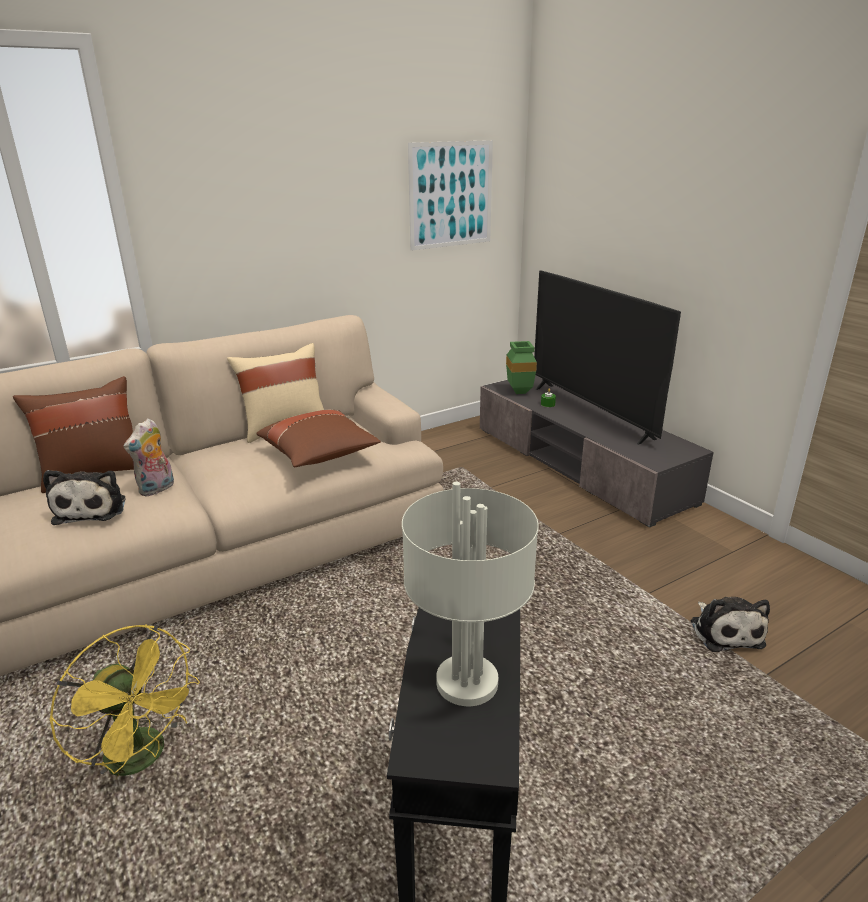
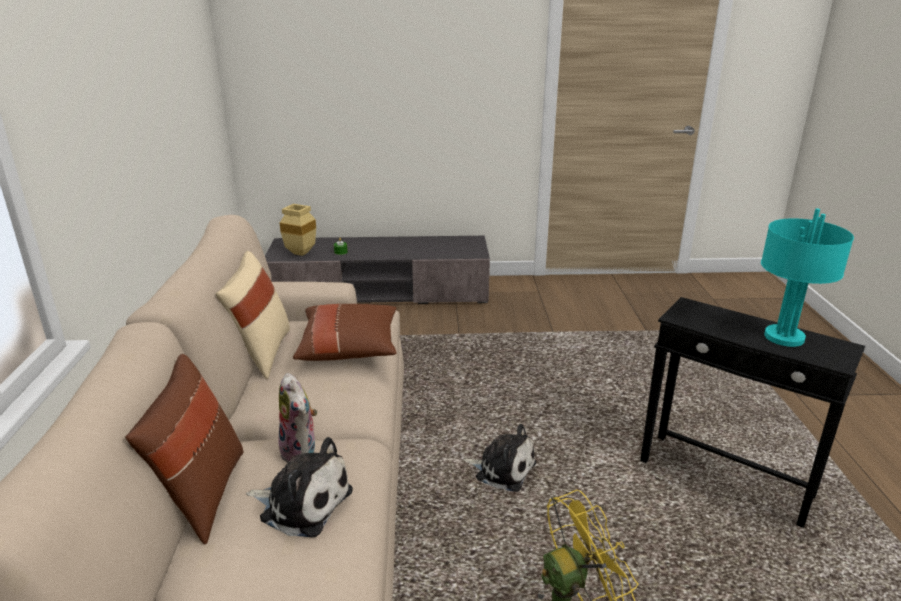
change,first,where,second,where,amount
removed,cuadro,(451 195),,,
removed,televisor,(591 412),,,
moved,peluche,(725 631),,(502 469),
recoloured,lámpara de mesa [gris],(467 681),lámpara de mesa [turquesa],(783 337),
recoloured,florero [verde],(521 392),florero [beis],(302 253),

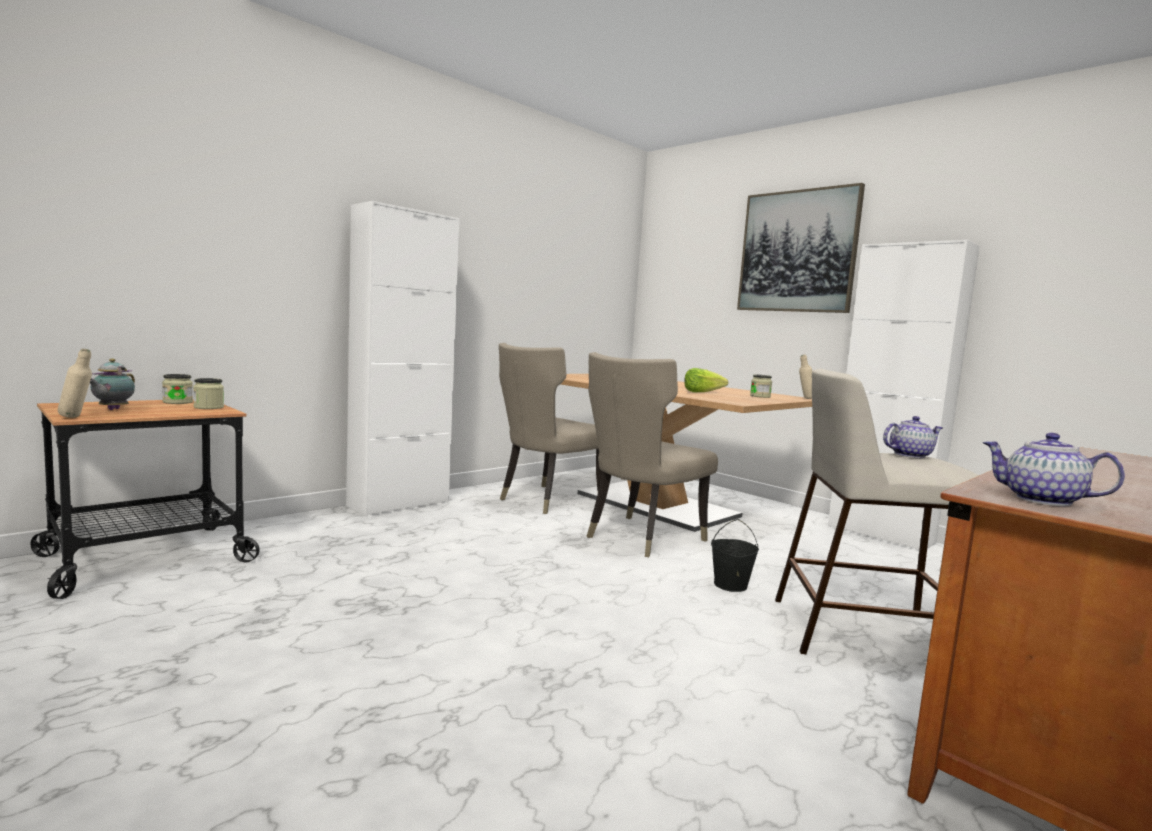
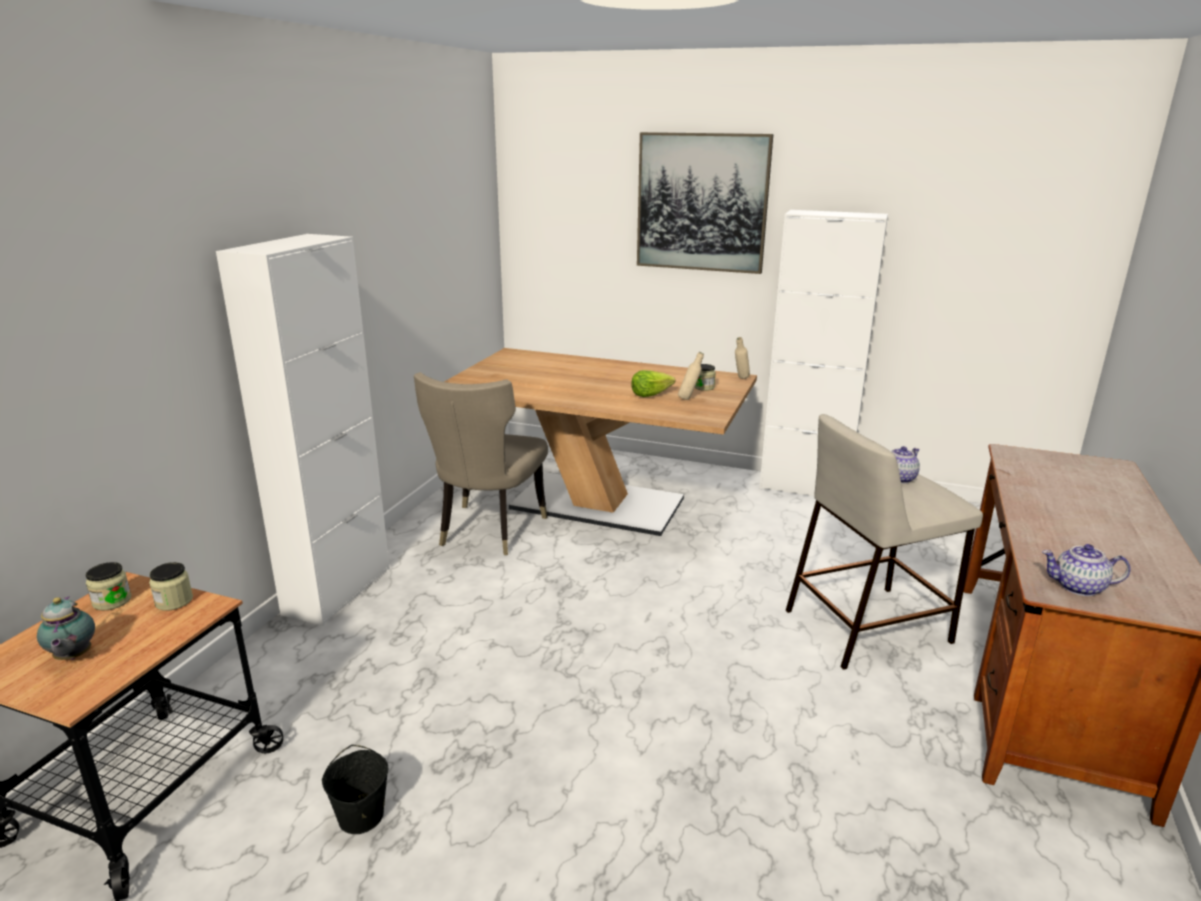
change,first,where,second,where,amount
removed,silla [beis],(639 538),,,
moved,botella [beis],(77 418),,(689 399),
moved,cubo [negro],(730 585),,(361 817),

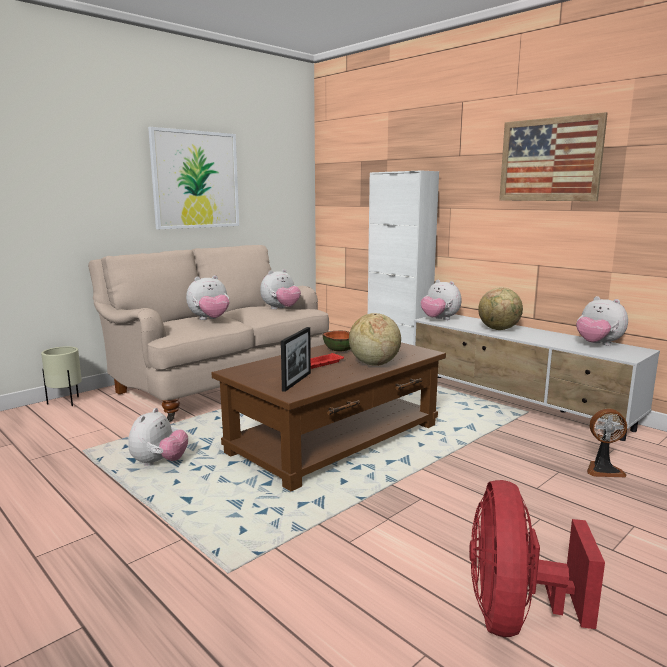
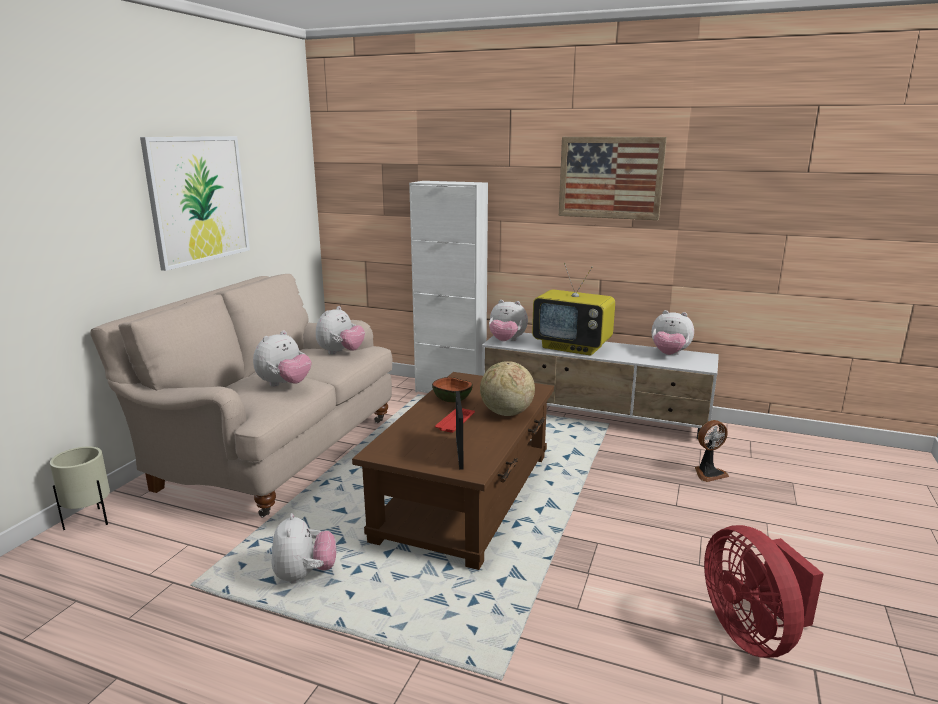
change,first,where,second,where,amount
replaced,globo terráqueo,(499 329),televisor,(573 347),

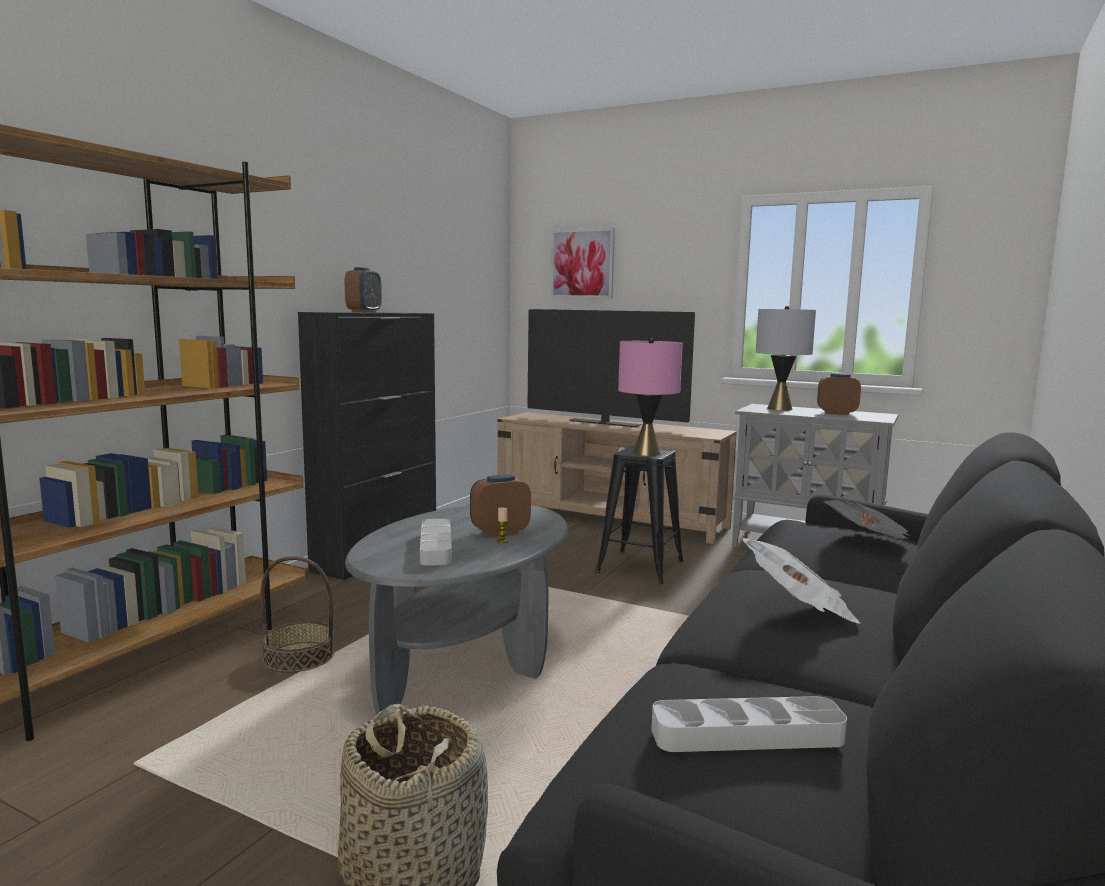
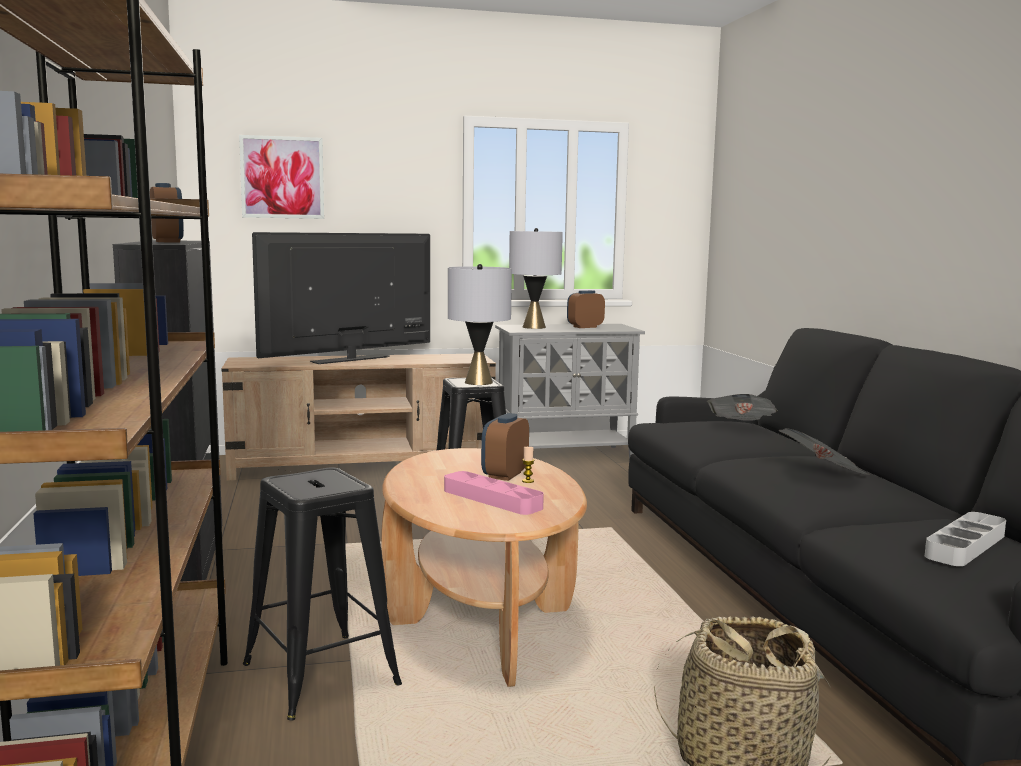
change,first,where,second,where,amount
replaced,cesta,(299 657),taburete [negro],(321 674),
recoloured,mesa de centro [gris],(465 659),mesa de centro [marrón],(481 618),
recoloured,bandeja [gris],(436 547),bandeja [rosa],(492 499),
recoloured,lámpara de mesa [rosa],(646 453),lámpara de mesa [gris],(478 382),
turned,televisor,(604 423),,(351 359),150 degrees clockwise

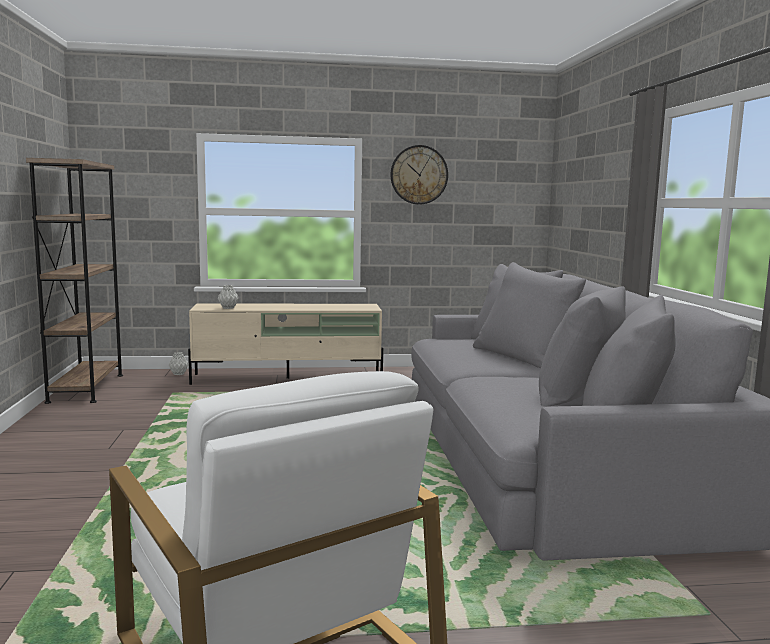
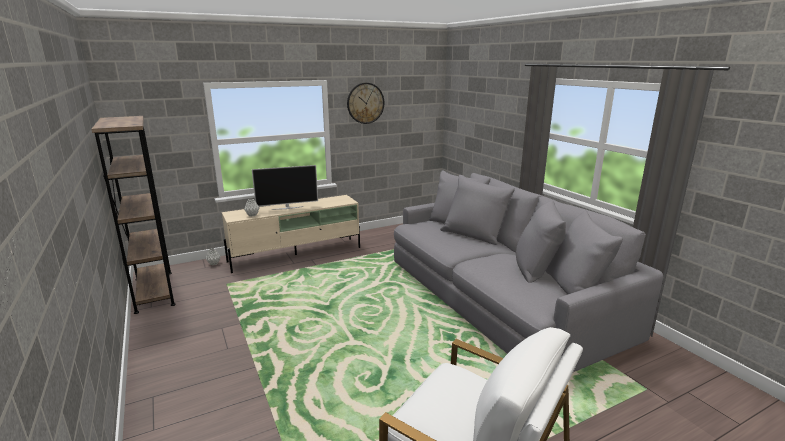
change,first,where,second,where,amount
added,,,televisor,(287 208),

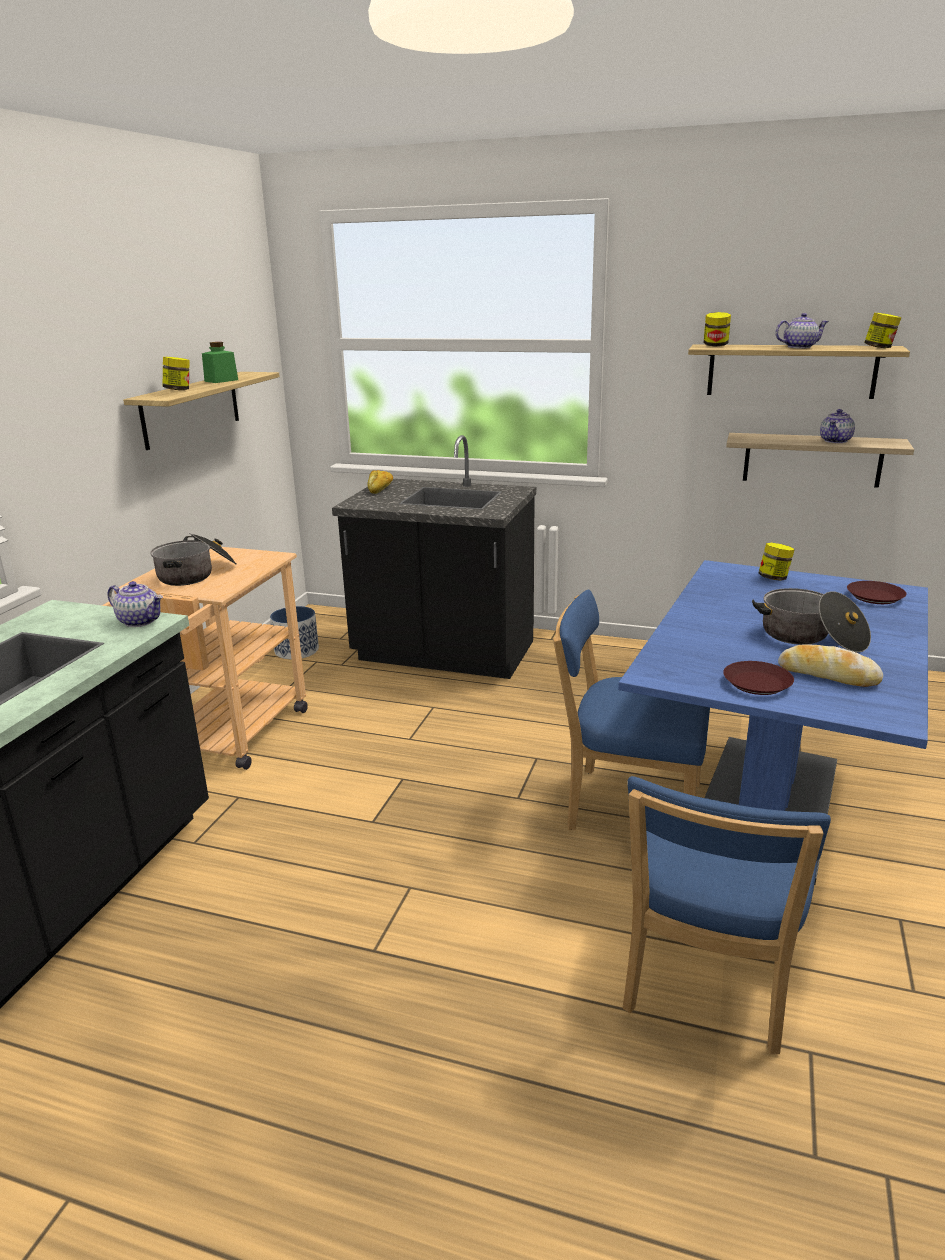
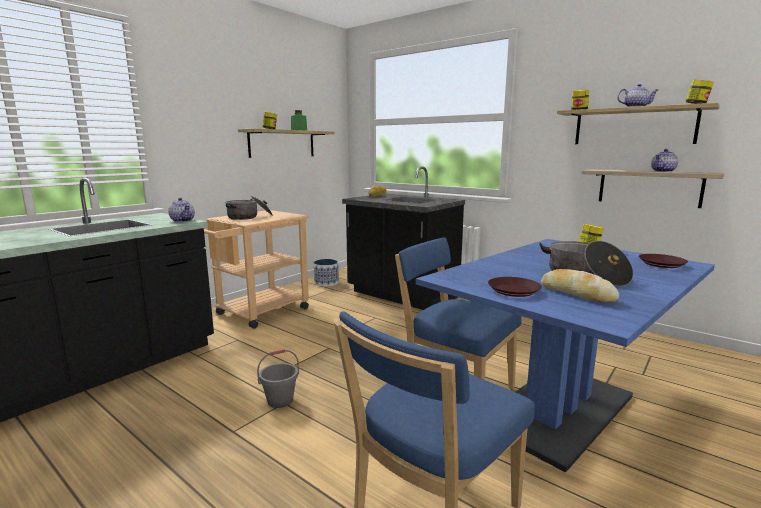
change,first,where,second,where,amount
added,,,cubo [gris],(280 401),

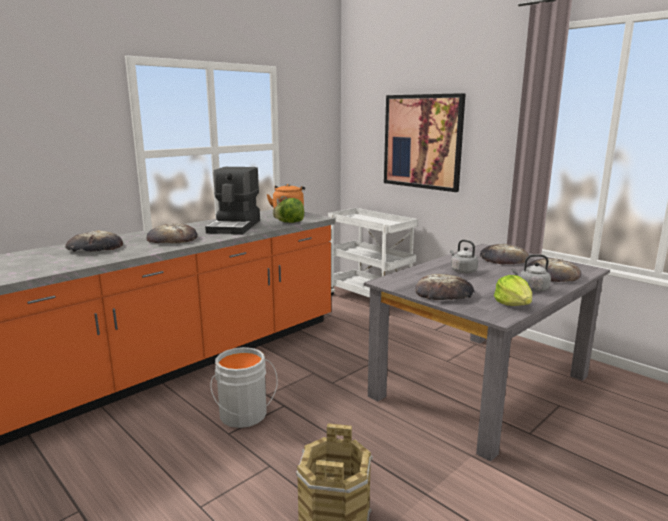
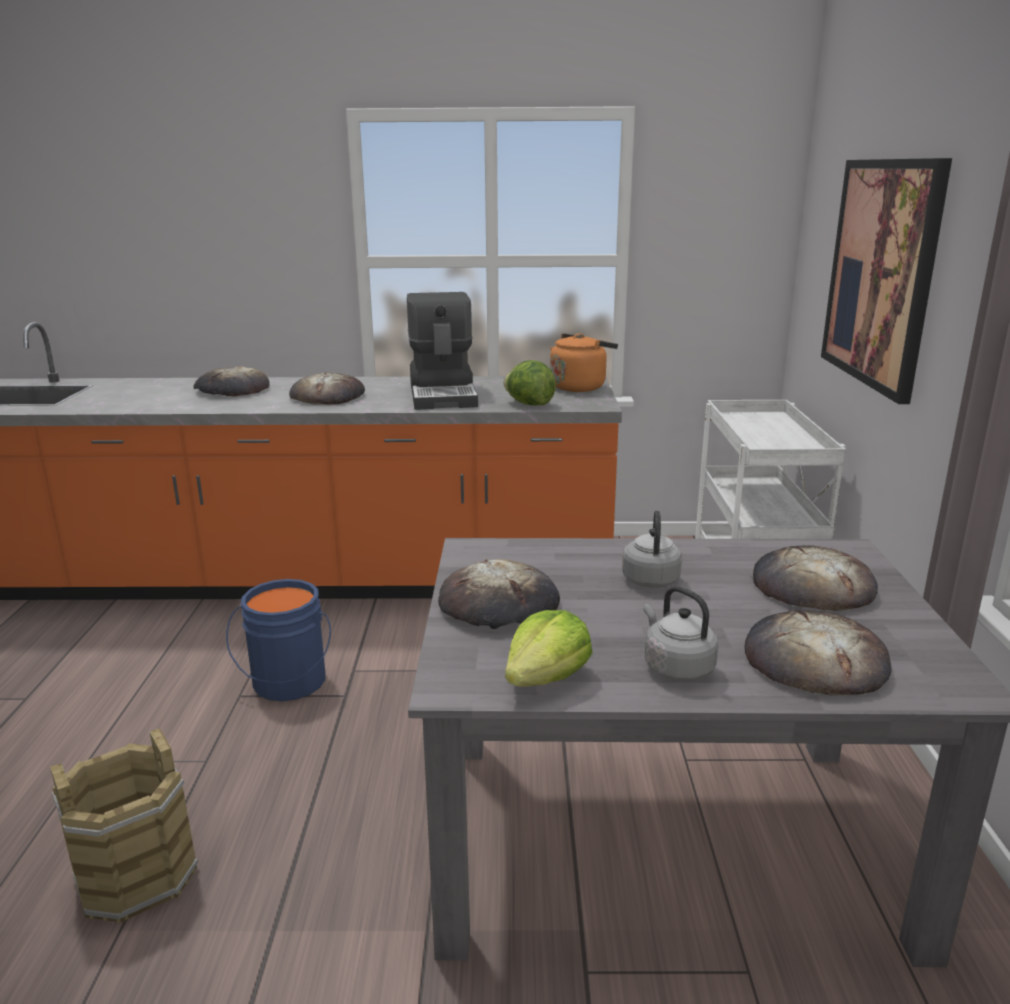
change,first,where,second,where,amount
recoloured,cubo [gris],(244 416),cubo [azul],(287 683),
turned,cafetera,(235 226),,(444 394),60 degrees counterclockwise

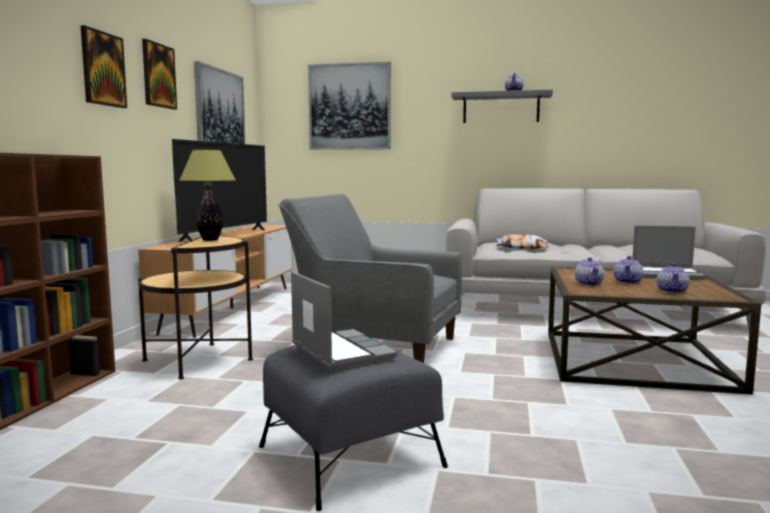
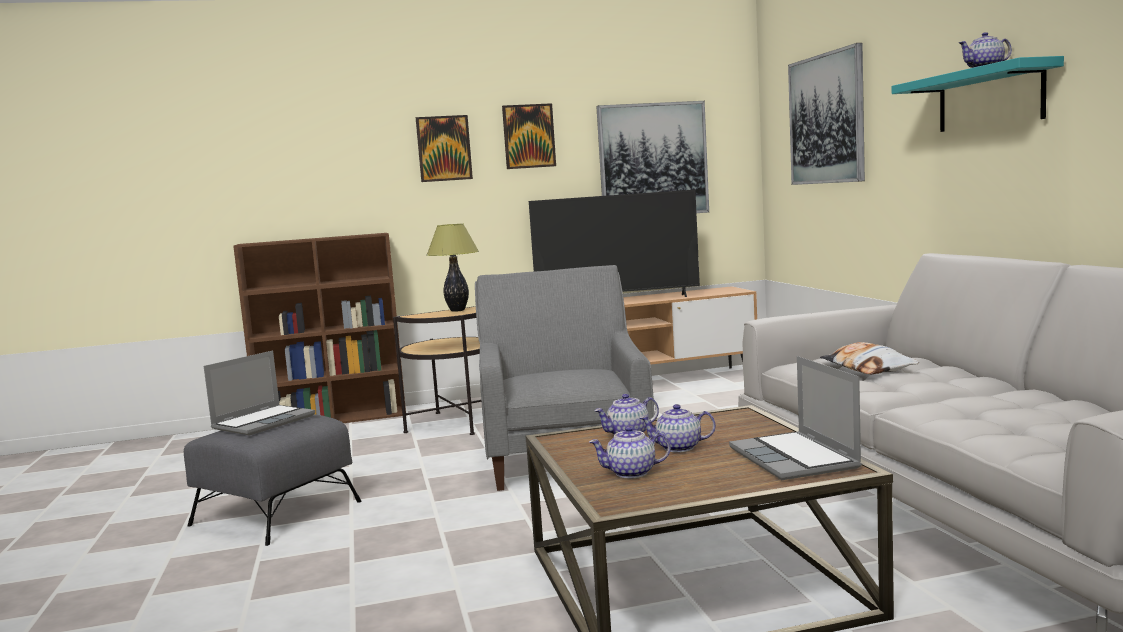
change,first,where,second,where,amount
recoloured,estante [gris],(501 108),estante [turquesa],(989 98),

